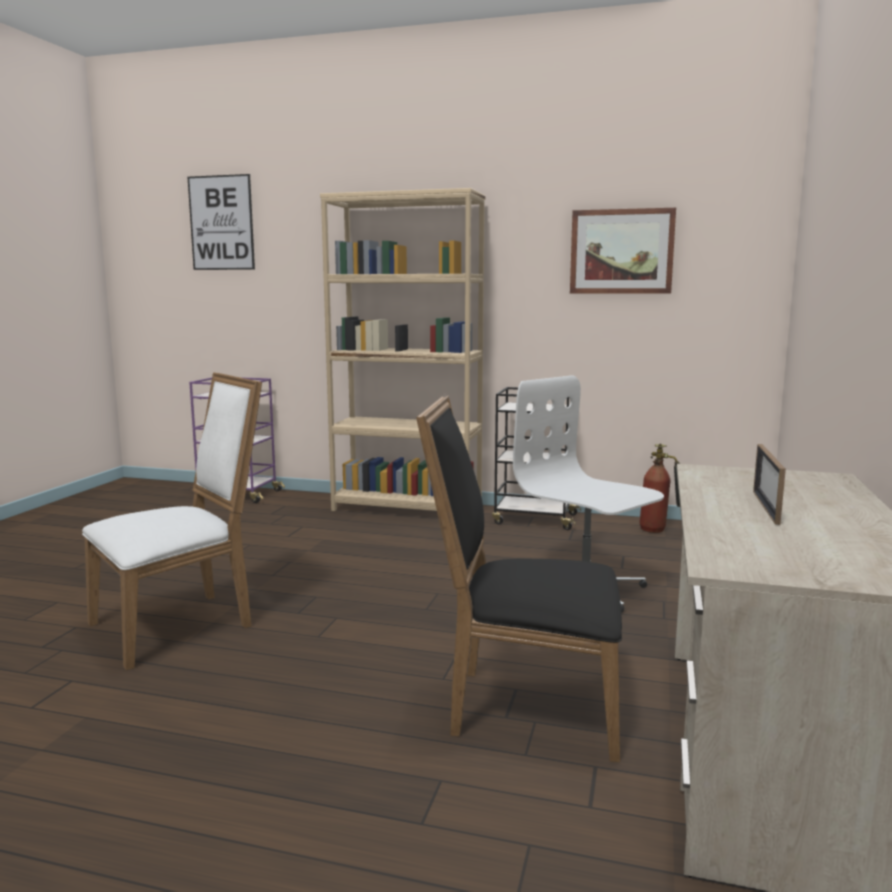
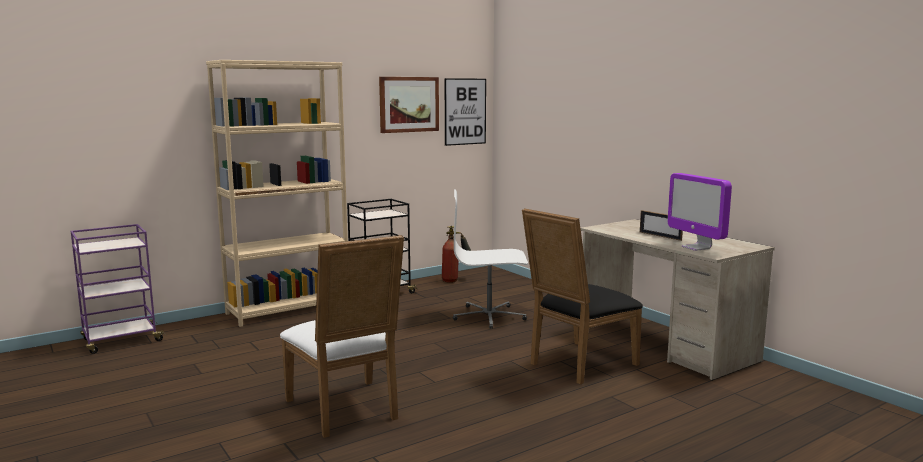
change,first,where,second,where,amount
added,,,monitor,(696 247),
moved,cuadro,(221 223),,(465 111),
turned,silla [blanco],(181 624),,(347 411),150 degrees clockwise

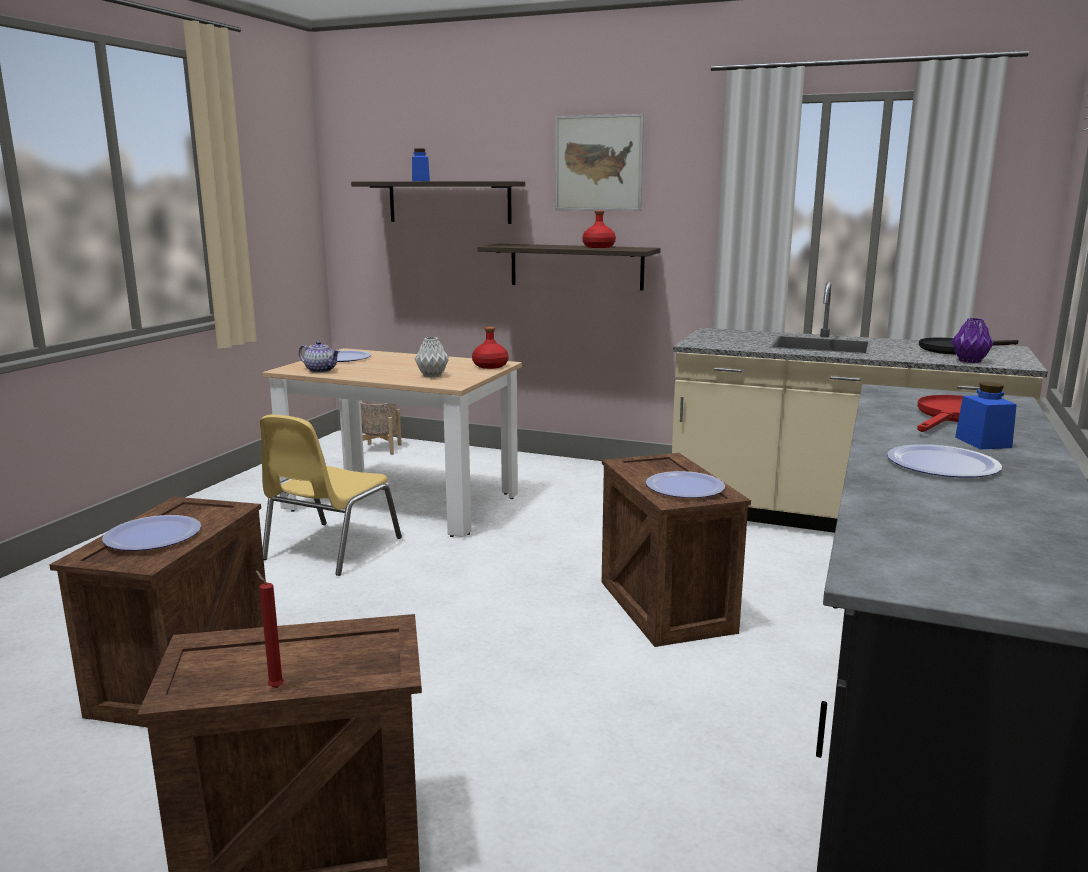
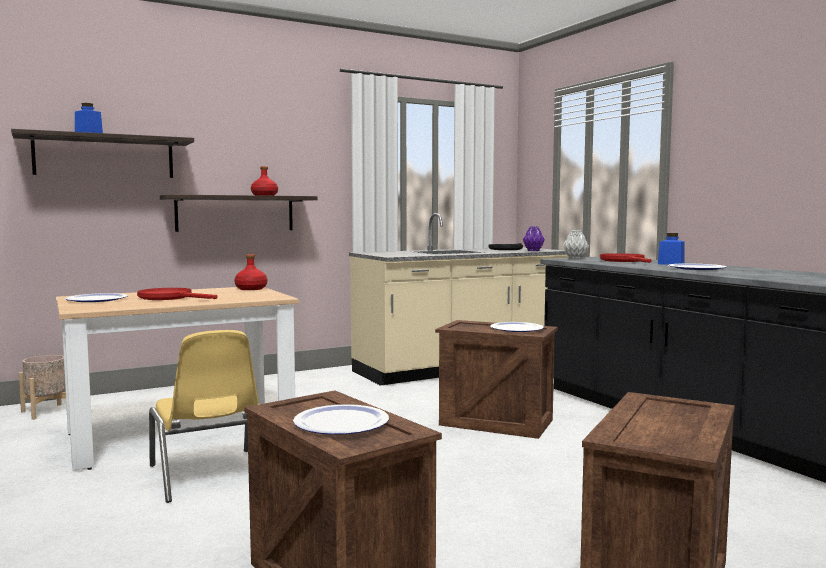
change,first,where,second,where,amount
removed,vela [rojo],(274 687),,,
removed,tetera,(321 370),,,
removed,cuadro,(598 163),,,
added,,,sartén [rojo],(171 298),
moved,florero [gris],(432 376),,(575 258),

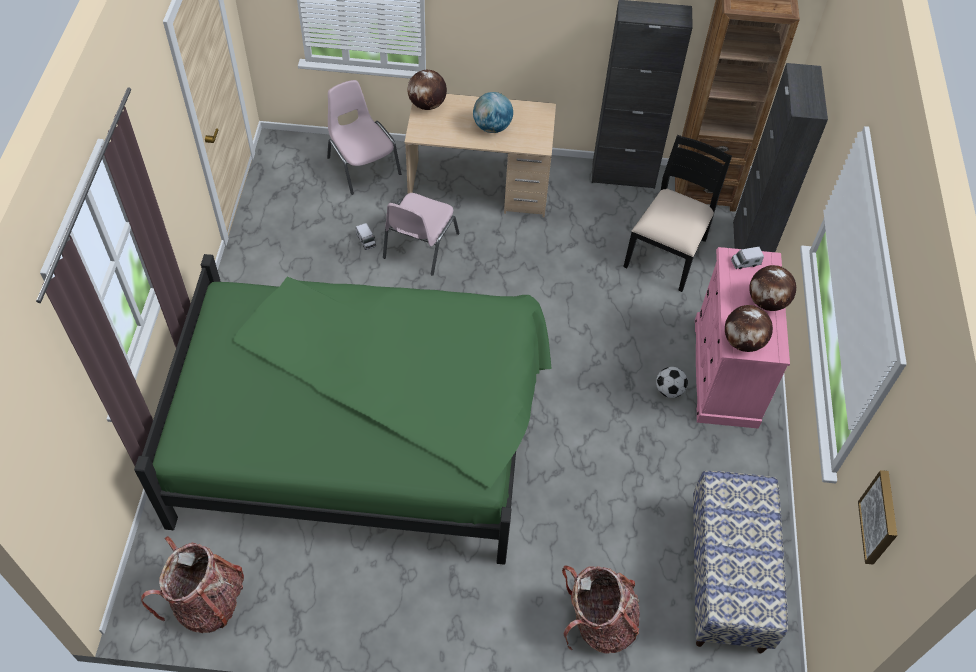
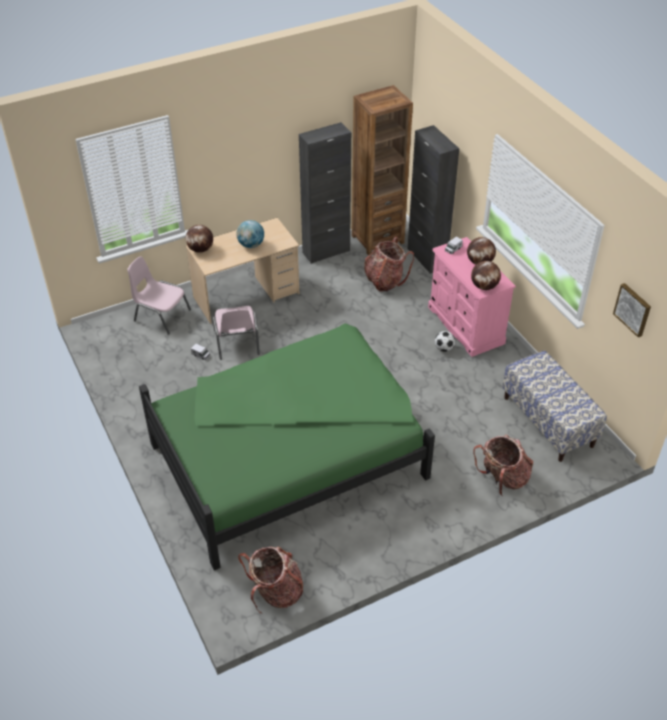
change,first,where,second,where,amount
replaced,silla [negro],(667 253),mochila,(385 280),

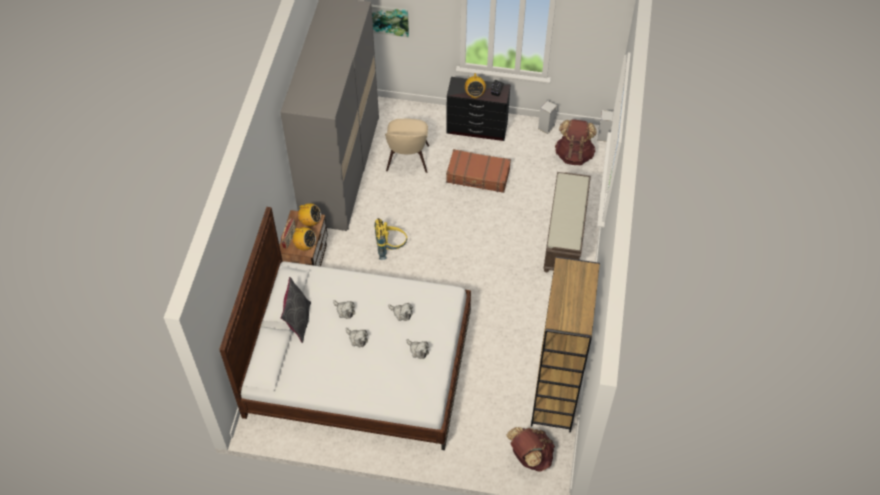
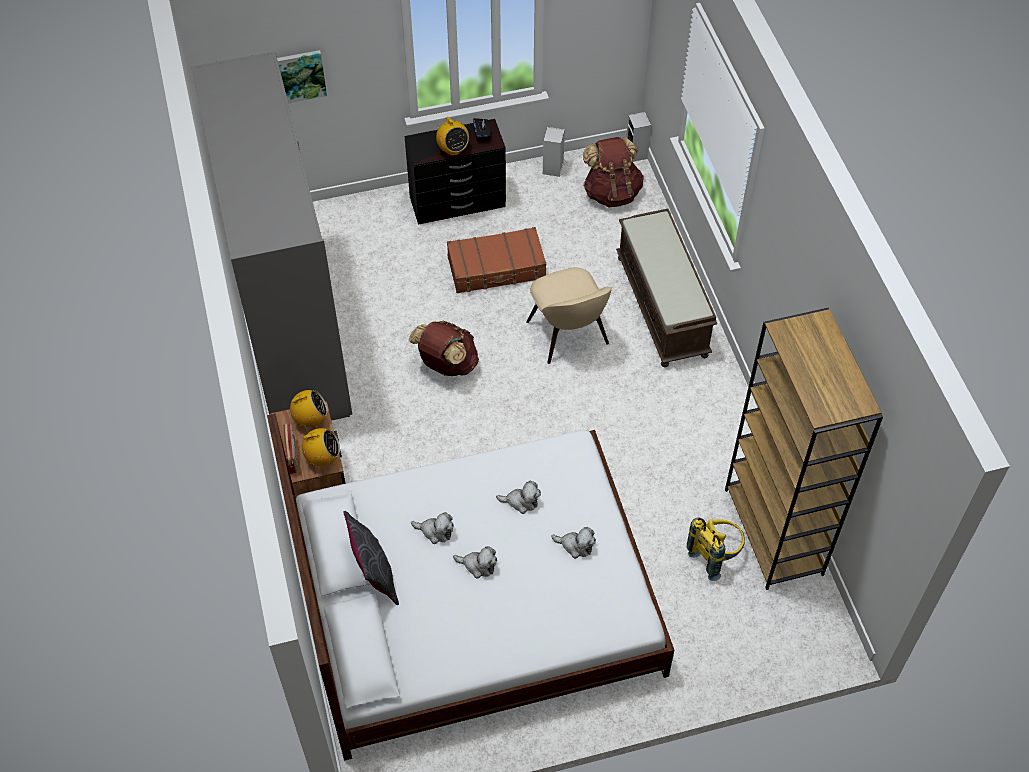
change,first,where,second,where,amount
moved,mochila [amarillo],(391 248),,(715 555),
moved,silla [beis],(407 160),,(568 335),
moved,mochila [marrón],(529 456),,(446 365),

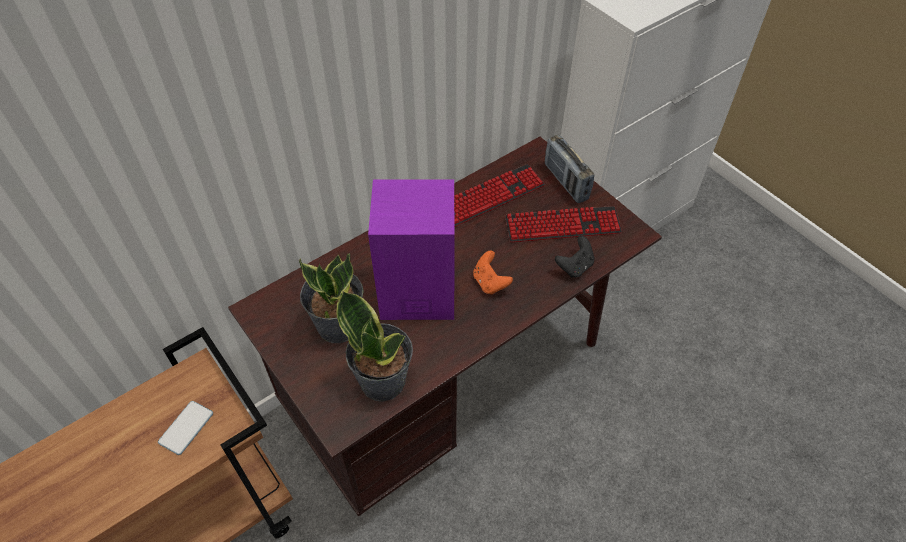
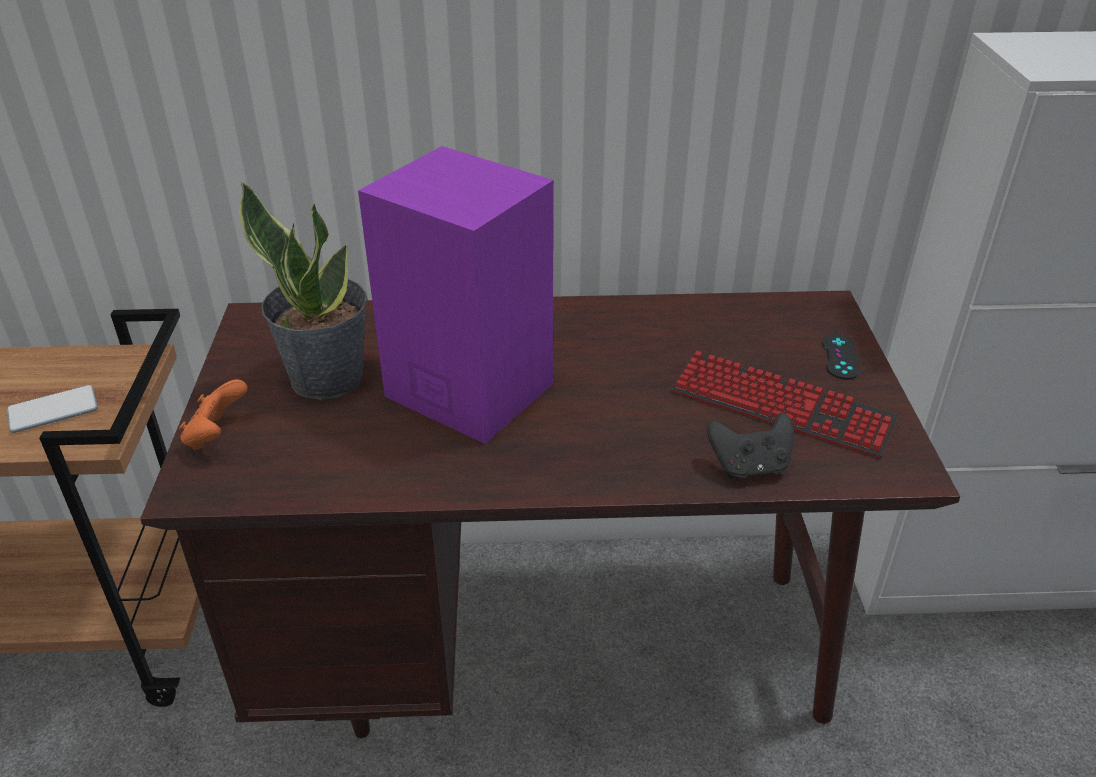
change,first,where,second,where,amount
removed,planta en maceta,(383 380),,,
removed,teclado,(491 196),,,
moved,mando de consola [naranja],(490 282),,(216 436),
replaced,radio,(566 182),mando de consola [negro],(840 357),

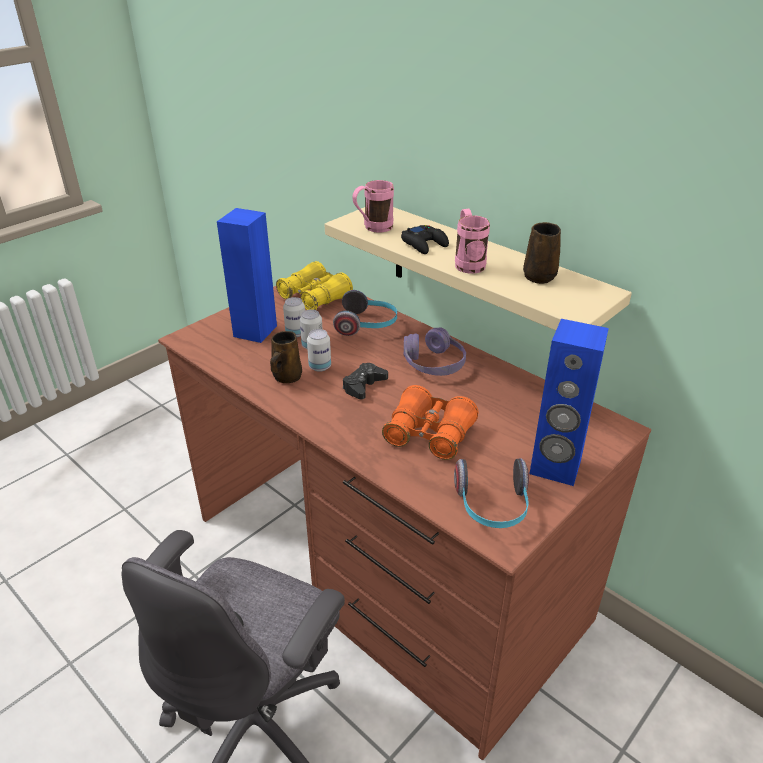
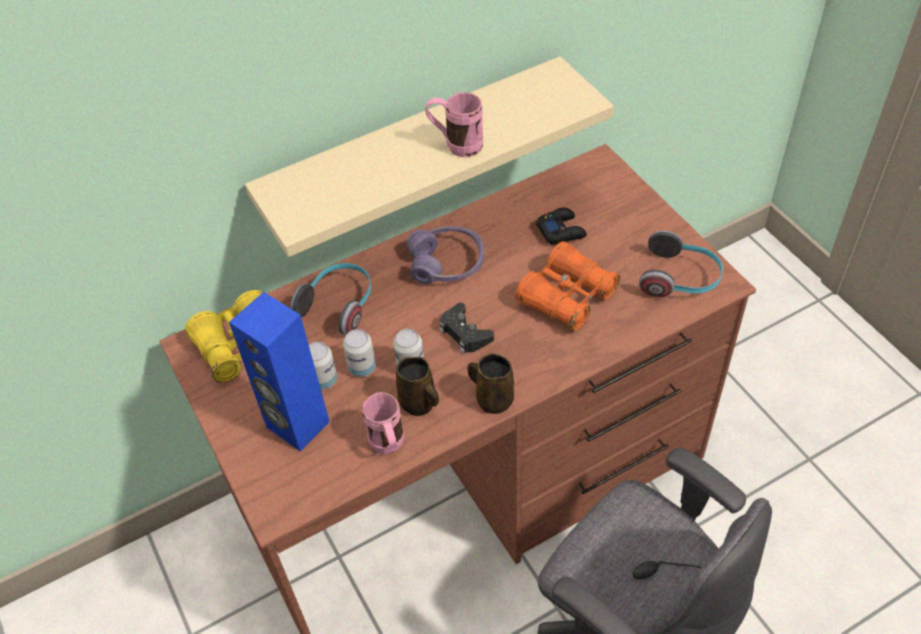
change,first,where,second,where,amount
removed,altavoz [azul],(555 467),,,
moved,taza grande [rosa],(372 228),,(389 447),
moved,mando de consola [negro],(424 244),,(561 230),
moved,taza grande [marrón],(539 276),,(492 399),

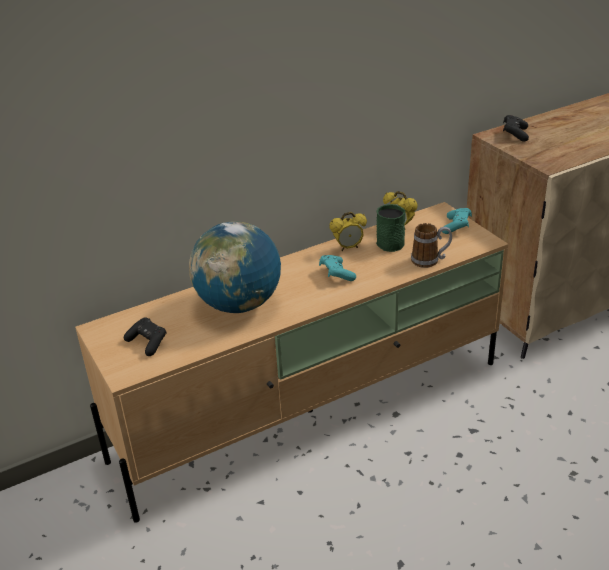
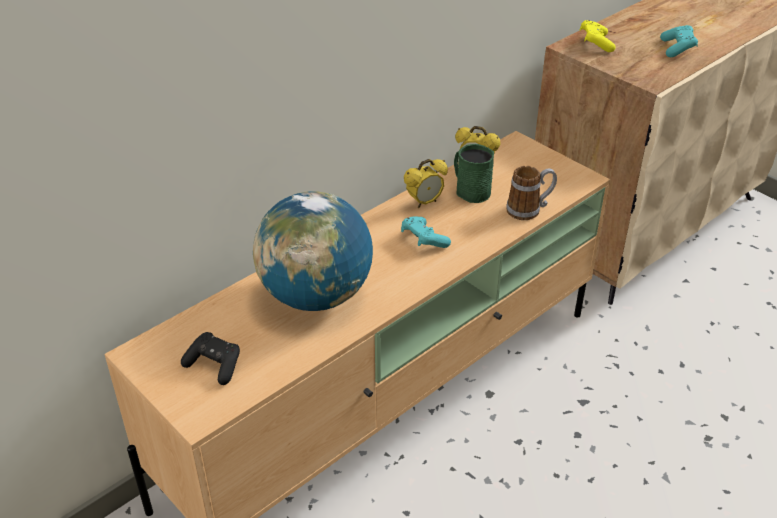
change,first,where,second,where,amount
moved,mando de consola [turquesa],(456 227),,(677 49),
recoloured,mando de consola [negro],(515 134),mando de consola [amarillo],(595 44),

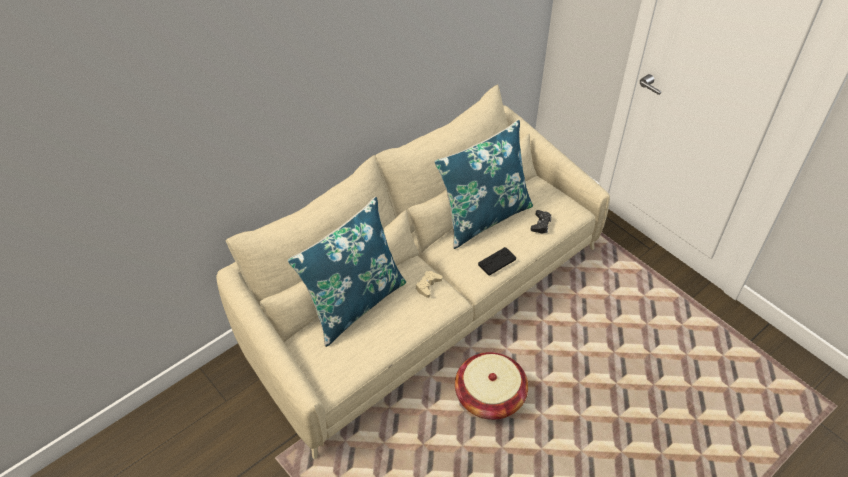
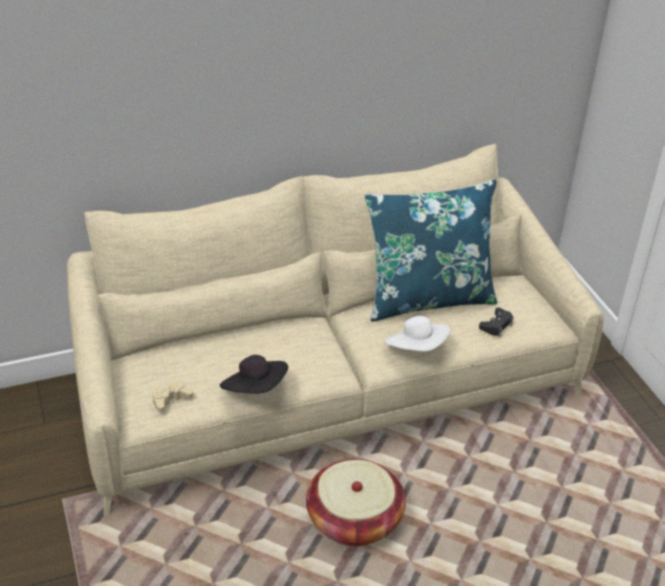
change,first,where,second,where,amount
removed,cojín [azul],(354 303),,,
added,,,sombrero [negro],(255 390),
moved,mando de consola [beis],(428 286),,(171 399),
replaced,mando de consola [negro],(497 262),sombrero [blanco],(416 349),

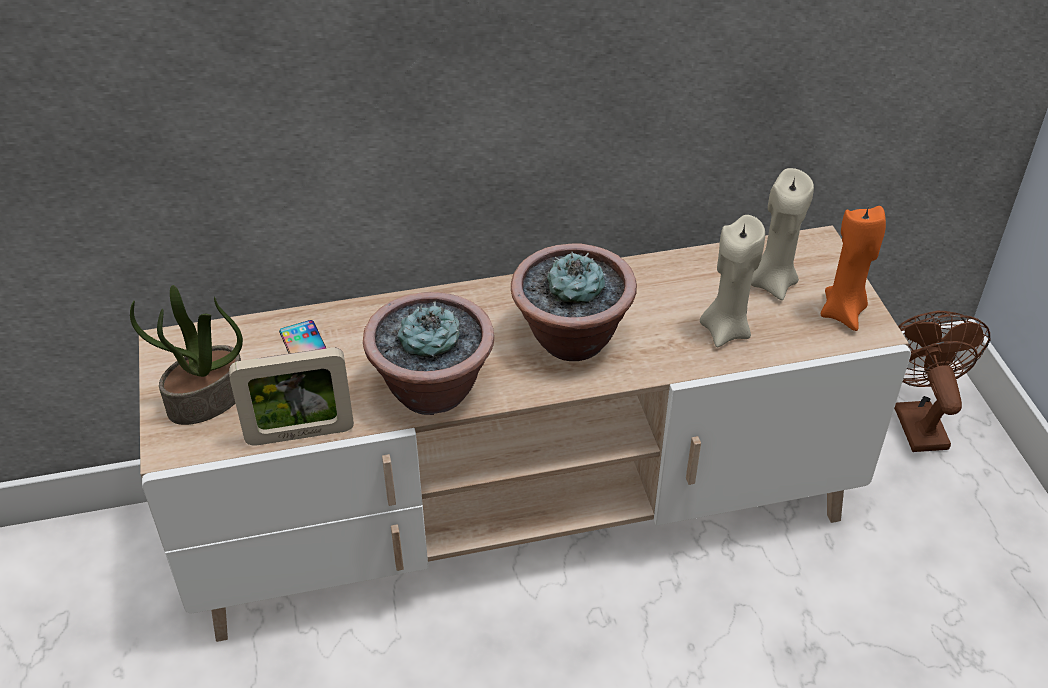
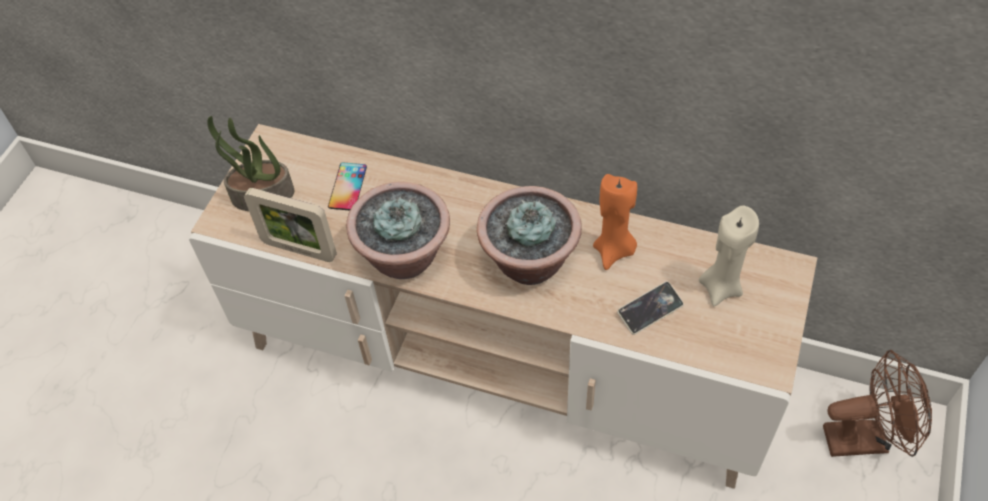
change,first,where,second,where,amount
moved,vela [naranja],(843 312),,(614 251),
replaced,vela [beis],(725 330),móvil,(650 310),
turned,ventilador [marrón],(915 419),,(865 438),60 degrees clockwise

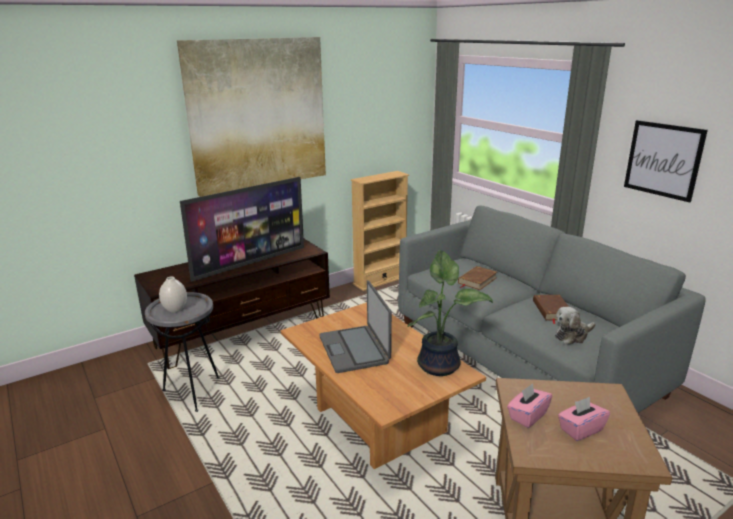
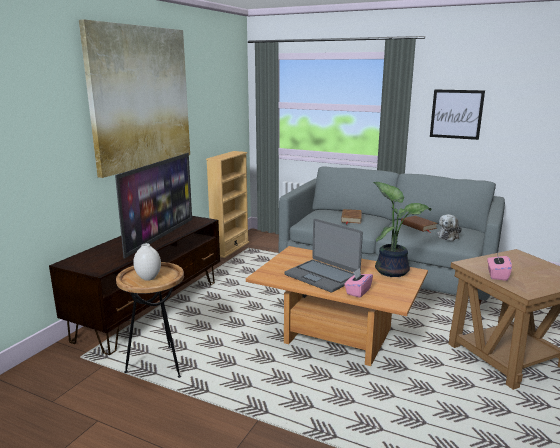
change,first,where,second,where,amount
moved,caja de pañuelos [rosa],(580 429),,(358 291),
recoloured,mesa auxiliar [gris],(193 393),mesa auxiliar [marrón],(158 365),

